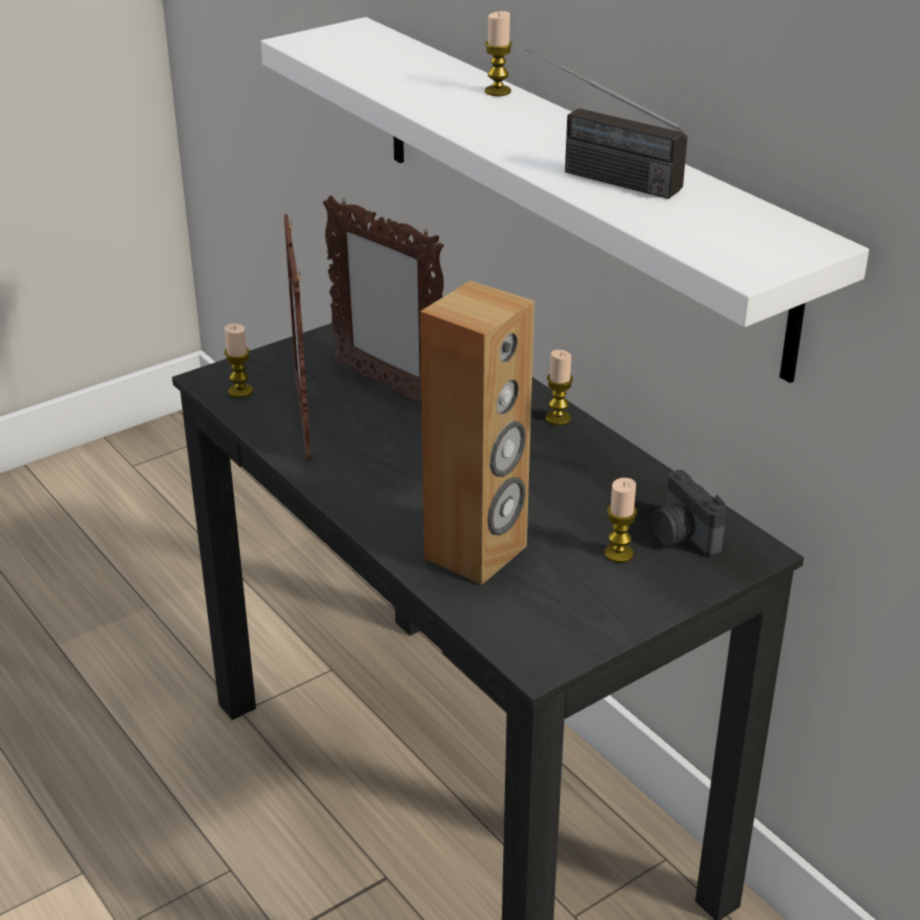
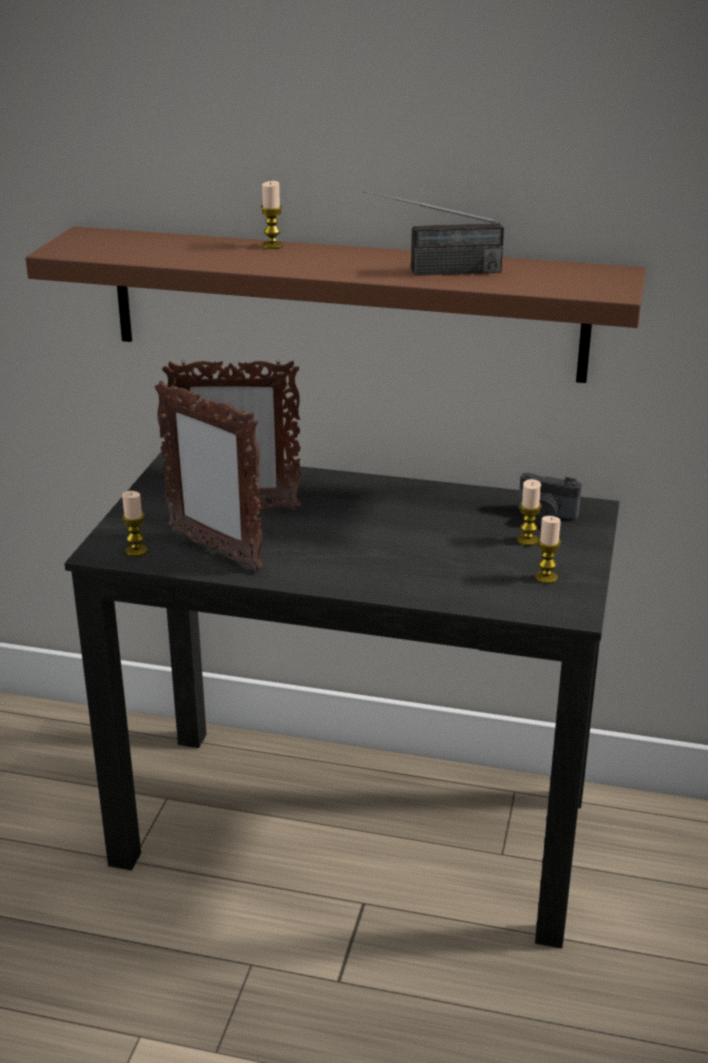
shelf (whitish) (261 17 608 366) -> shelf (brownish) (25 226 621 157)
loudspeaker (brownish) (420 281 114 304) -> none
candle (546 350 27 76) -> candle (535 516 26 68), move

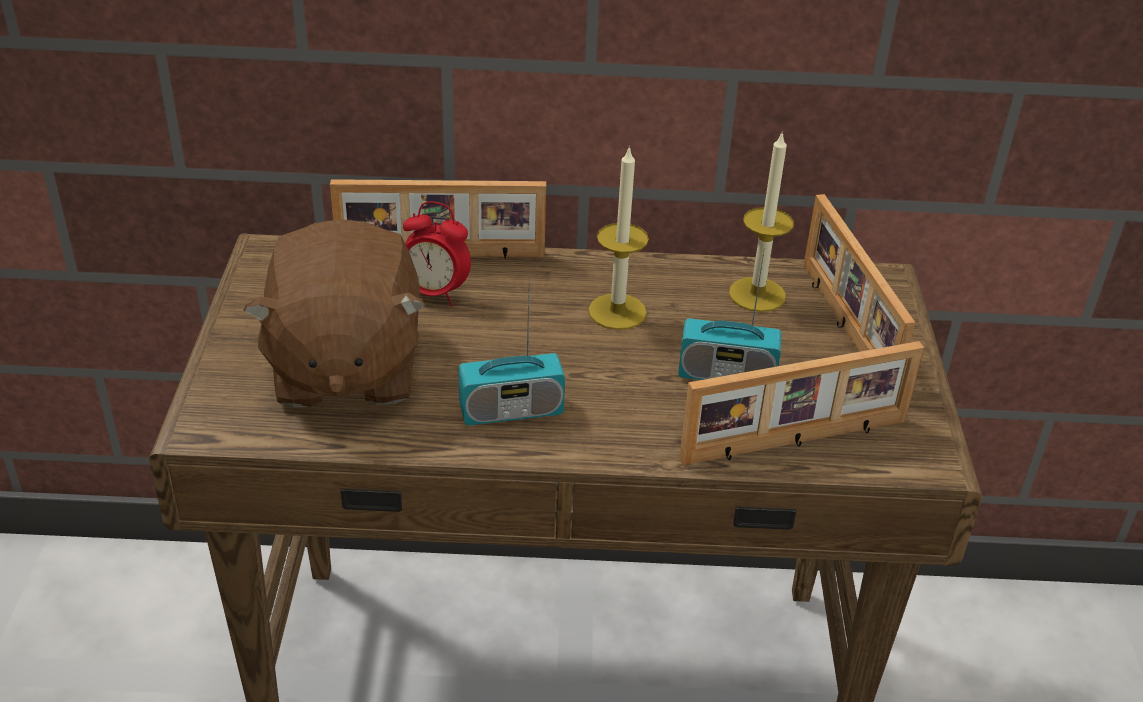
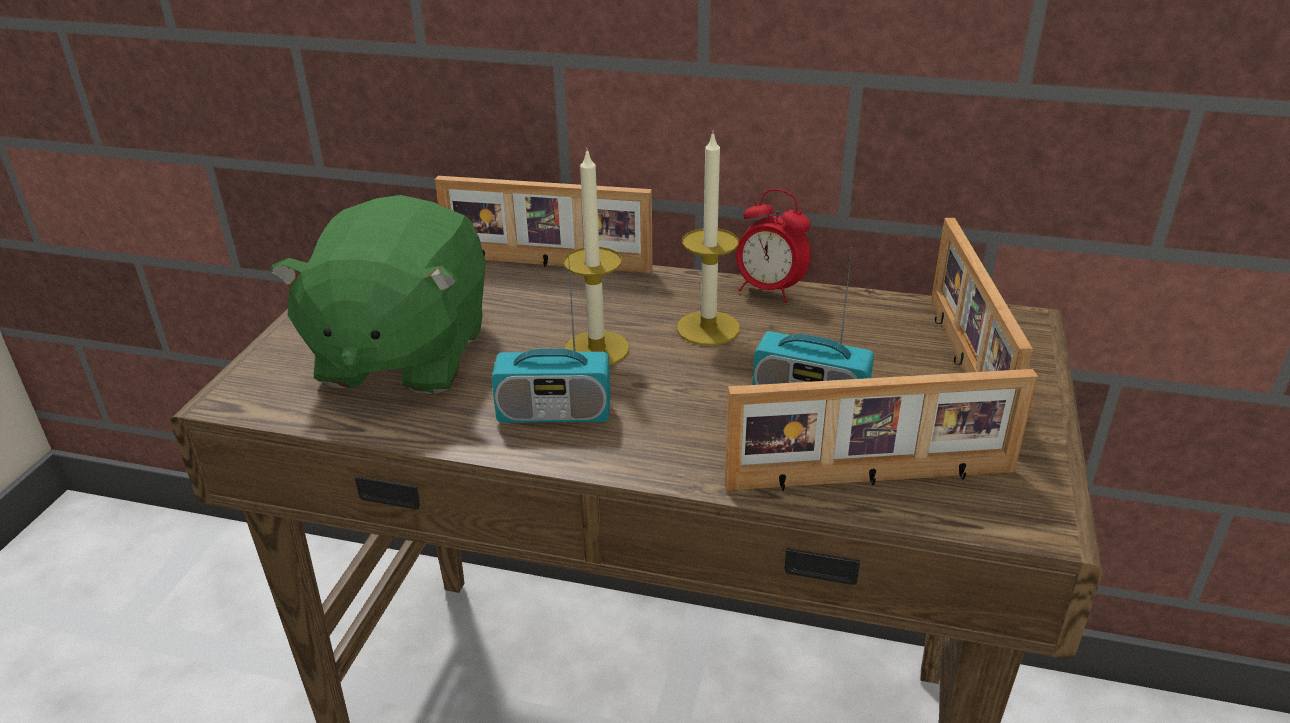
soft toy (brownish) (243 219 183 189) -> soft toy (green-coloured) (270 195 216 199)
table clock (403 201 68 106) -> table clock (736 189 75 114), move
candle (729 133 65 179) -> candle (563 148 66 218), move

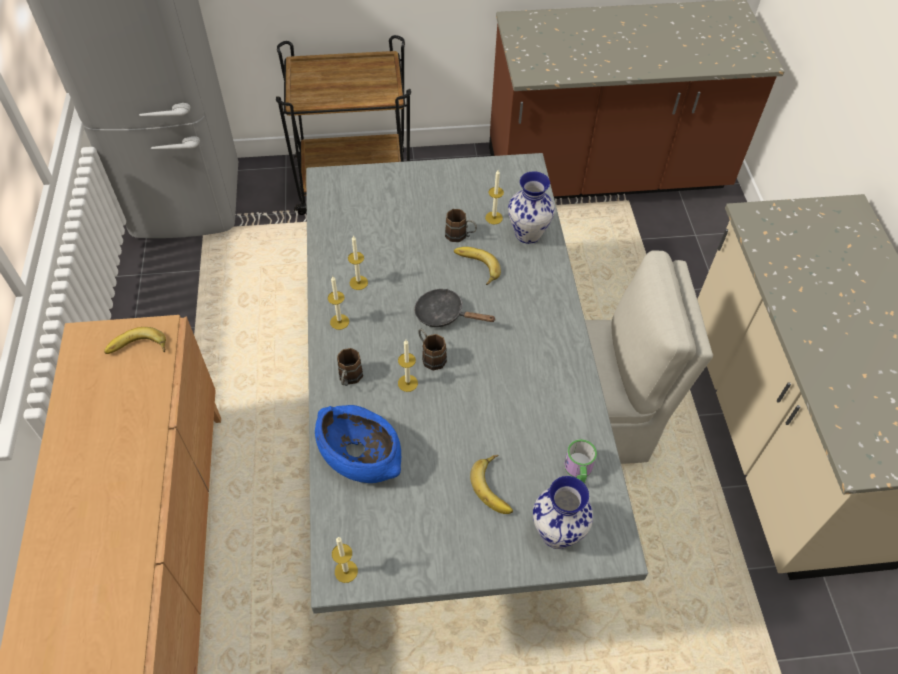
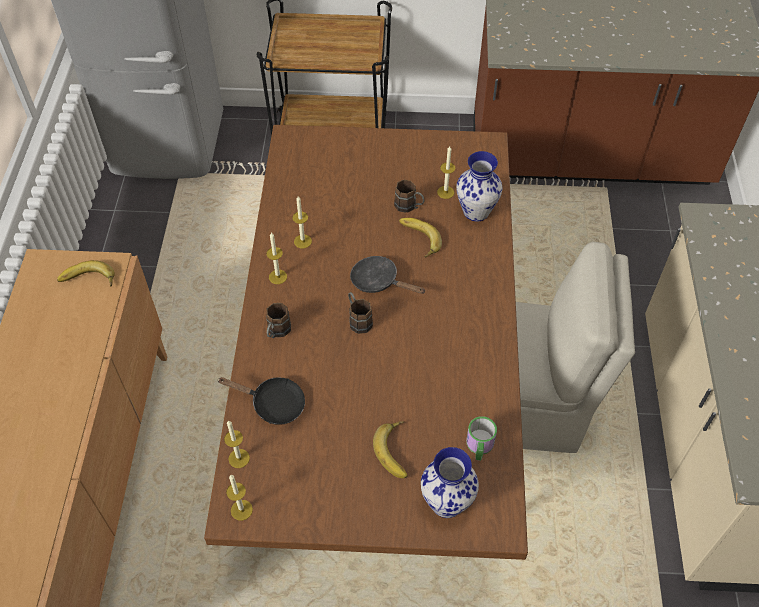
dinner table (gray) (306 153 342 461) -> dinner table (brownish) (204 125 324 435)
deep dish (bluish) (315 405 86 78) -> skillet (blackish) (217 377 88 48)
candle (398 340 20 52) -> candle (224 420 26 48), move

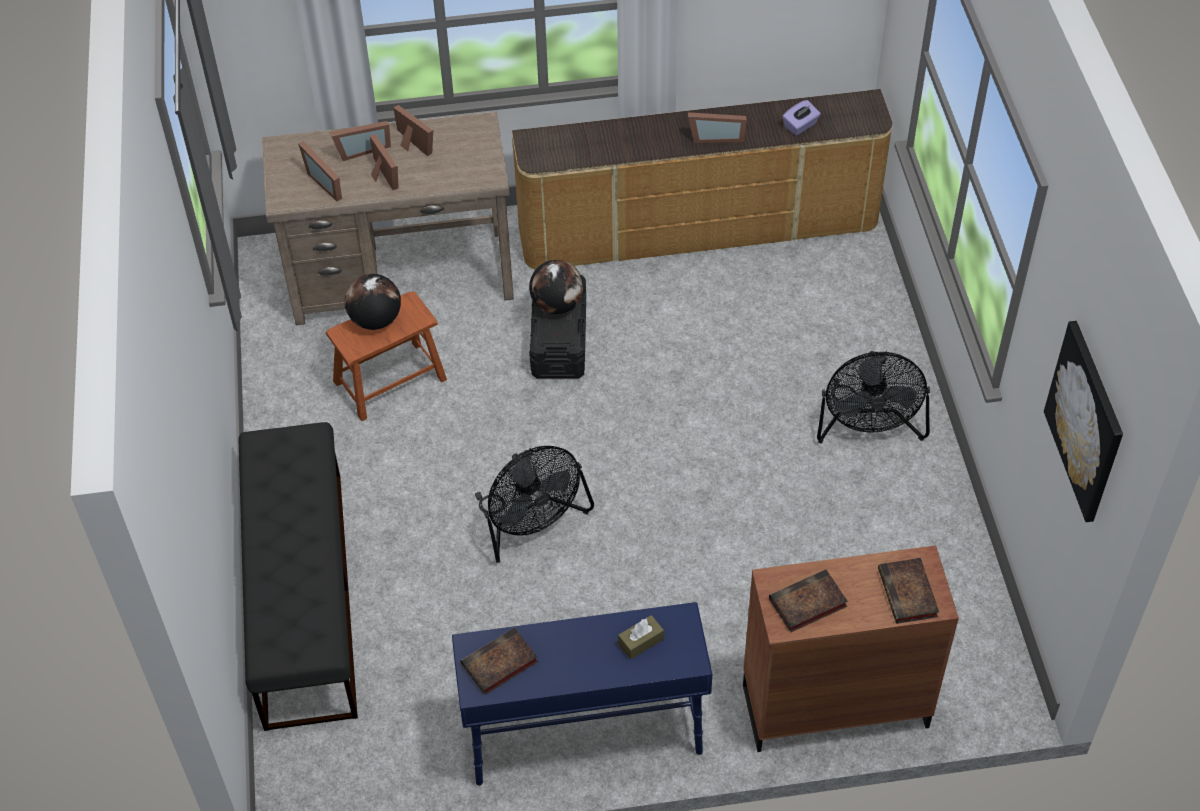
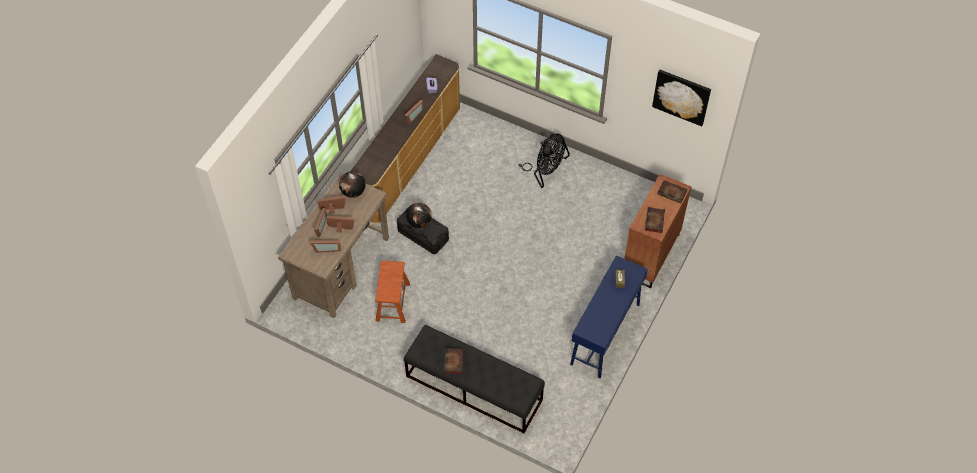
world globe (345 273 56 57) -> world globe (339 171 27 27), move
volume (461 627 77 68) -> volume (444 348 19 26), move
cooling fan (blackish) (475 446 119 117) -> none

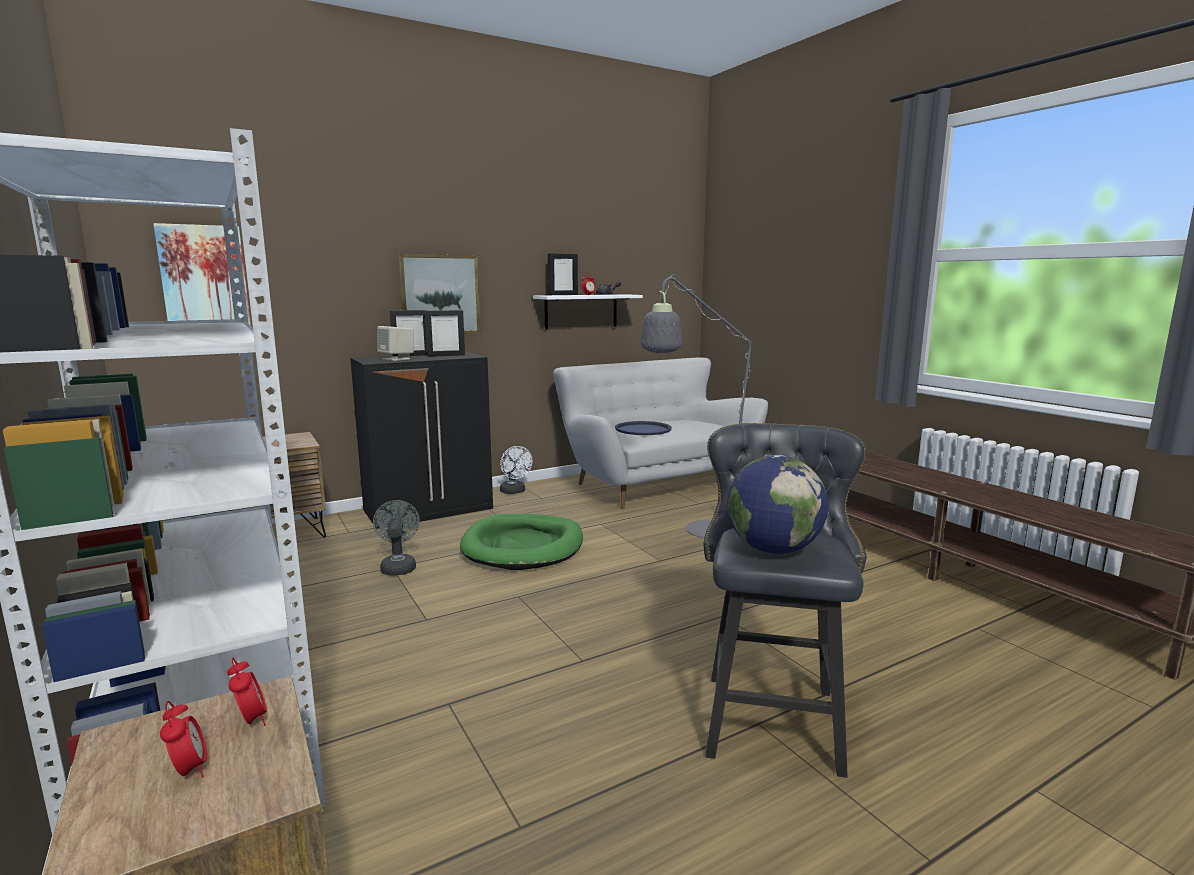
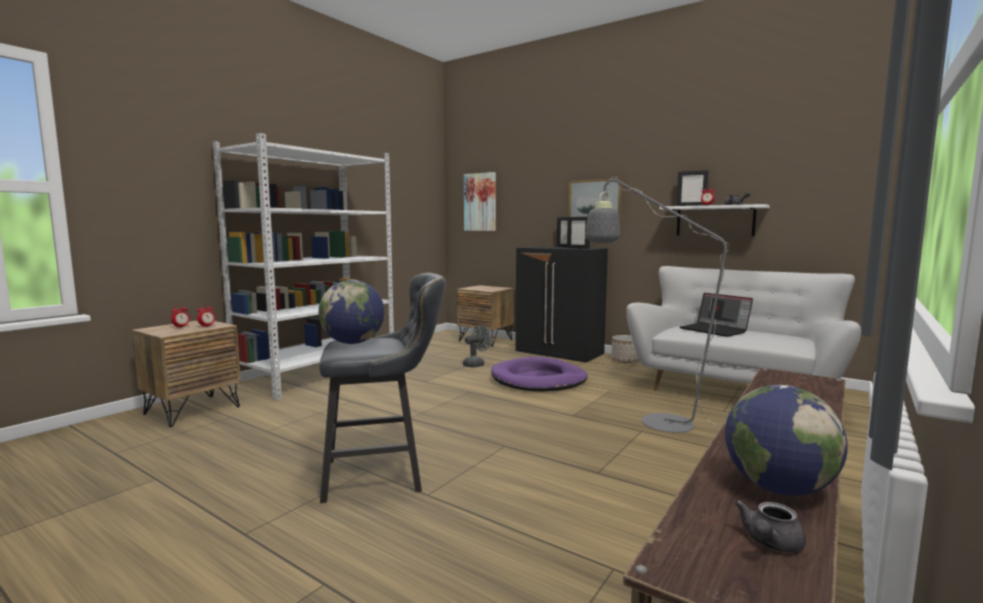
loudspeaker (beige-coloured) (377 326 37 35) -> none
pet bed (green-coloured) (460 514 123 56) -> pet bed (purplish) (491 357 97 34)
cooling fan (whitish) (500 446 32 48) -> flower pot (611 335 28 28)
serving tray (bluish) (615 421 57 14) -> portable computer (680 293 73 44)
none -> world globe (725 385 123 111)
none -> teapot (gray) (735 500 71 53)

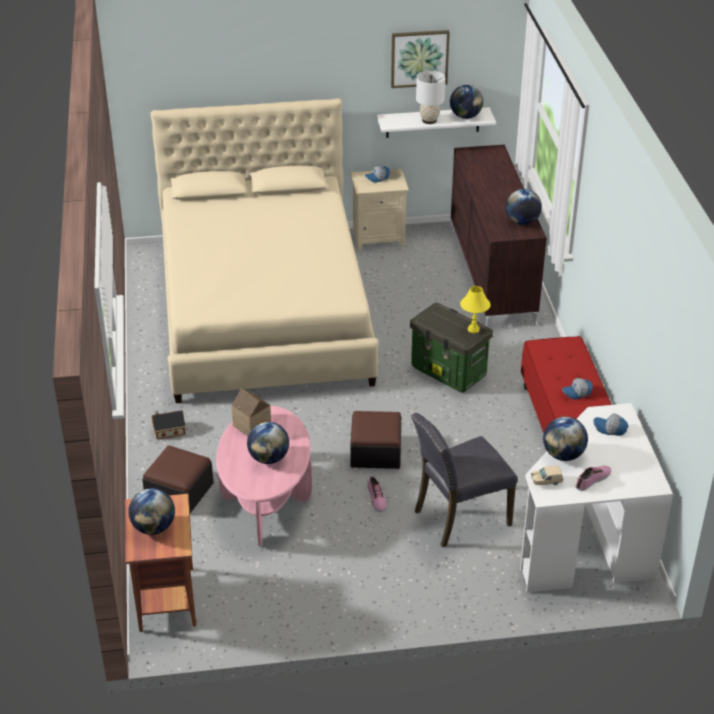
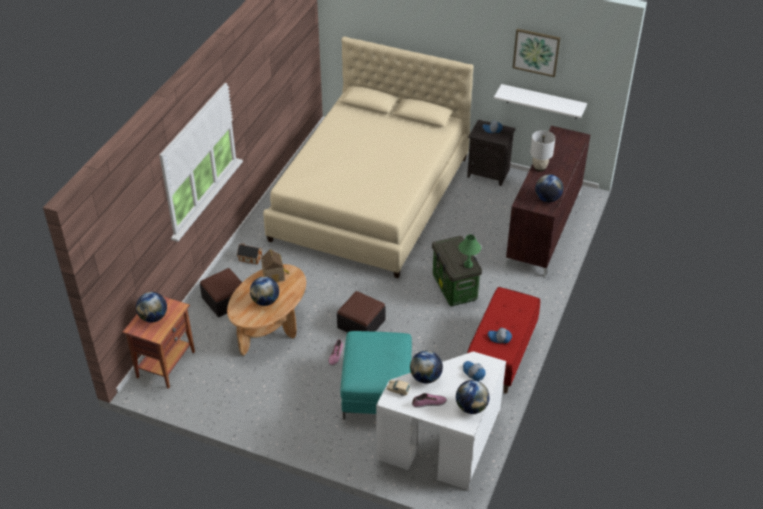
coffee table (pink-coloured) (216 406 96 140) -> coffee table (brownish) (227 264 79 92)
night table (beige-coloured) (351 169 58 82) -> night table (blackish) (467 119 49 67)
plain chair (gray) (411 413 107 134) -> footrest (blue-green) (340 331 72 89)
table lamp (whitish) (416 70 30 54) -> table lamp (whitish) (530 130 25 42), move
world globe (450 85 33 34) -> world globe (456 380 33 34), move
table lamp (yellow-coloured) (460 286 31 47) -> table lamp (green-coloured) (458 235 23 33)

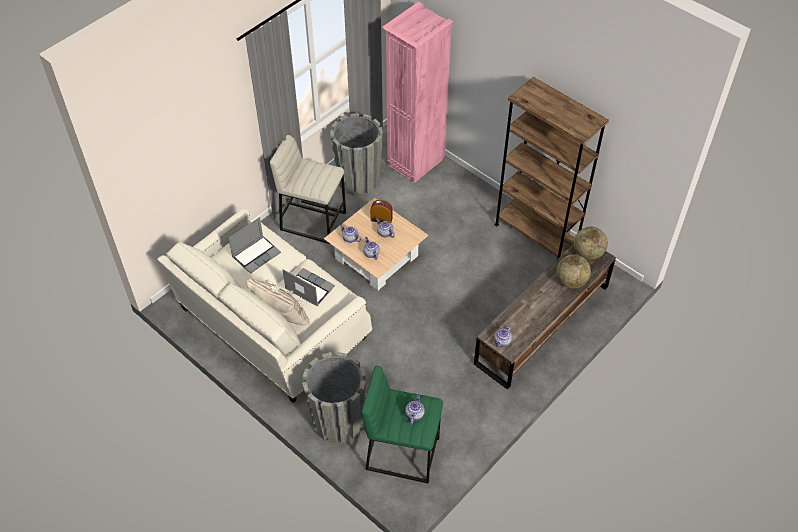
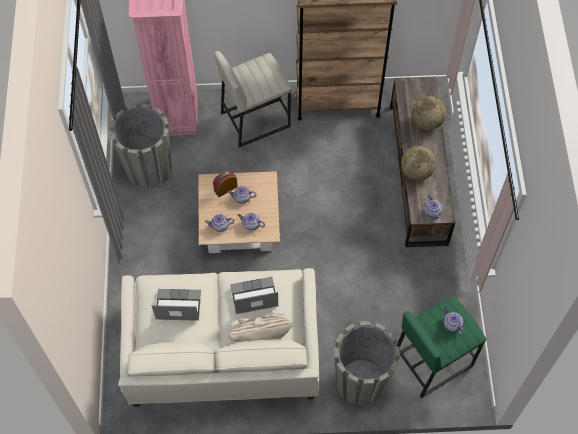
portable computer (228 217 53 57) -> portable computer (152 289 49 32), 90 degrees counterclockwise
stool (beige-coloured) (270 135 76 109) -> stool (beige-coloured) (214 51 77 96), move
world globe (574 227 34 33) -> world globe (401 146 35 35), move

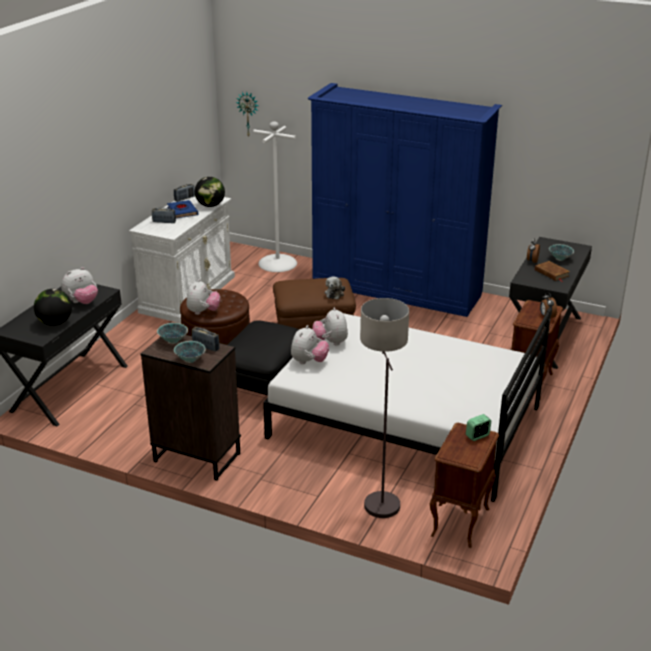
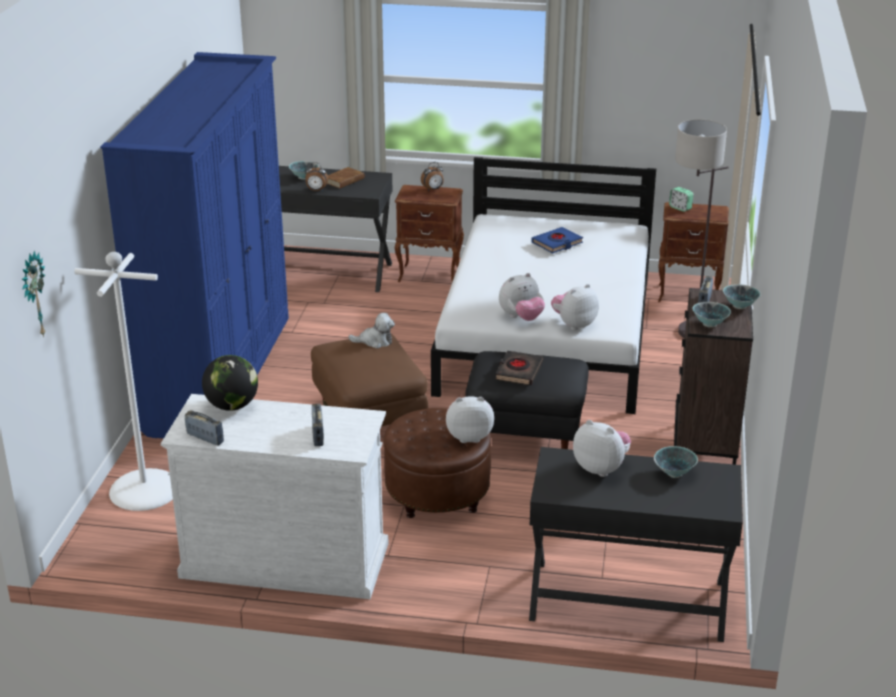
world globe (34 289 38 37) -> deep dish (654 446 44 32)
volume (bluish) (167 200 31 18) -> volume (bluish) (531 227 52 26), move
soft toy (291 325 38 39) -> soft toy (551 284 48 46), 45 degrees counterclockwise
none -> volume (blackish) (495 351 48 34)

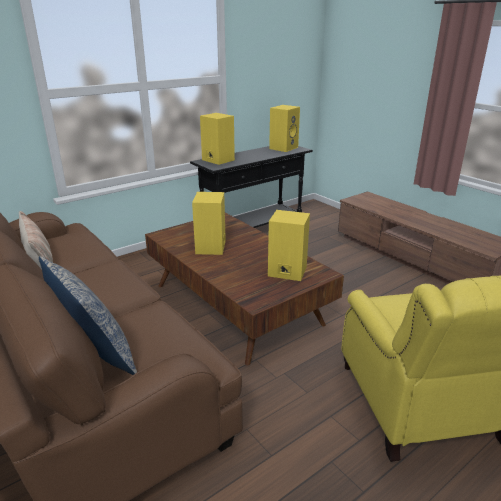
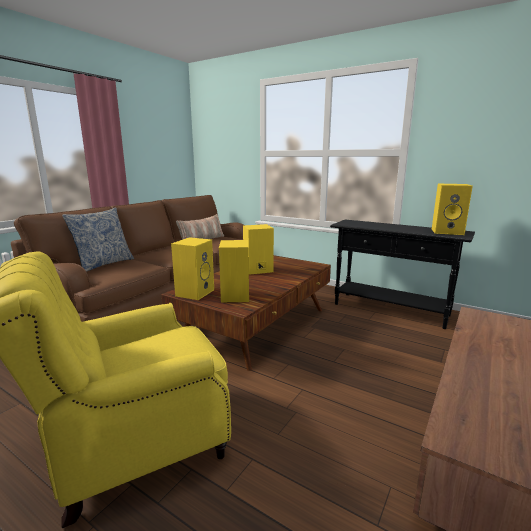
loudspeaker (yellow-coloured) (200 113 35 52) -> loudspeaker (yellow-coloured) (171 237 43 63), move

